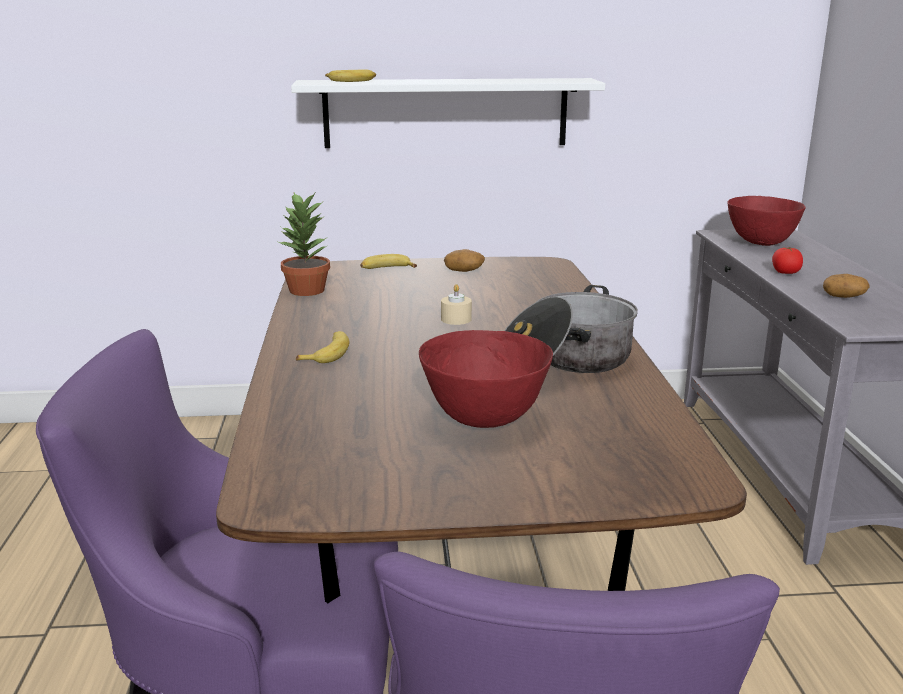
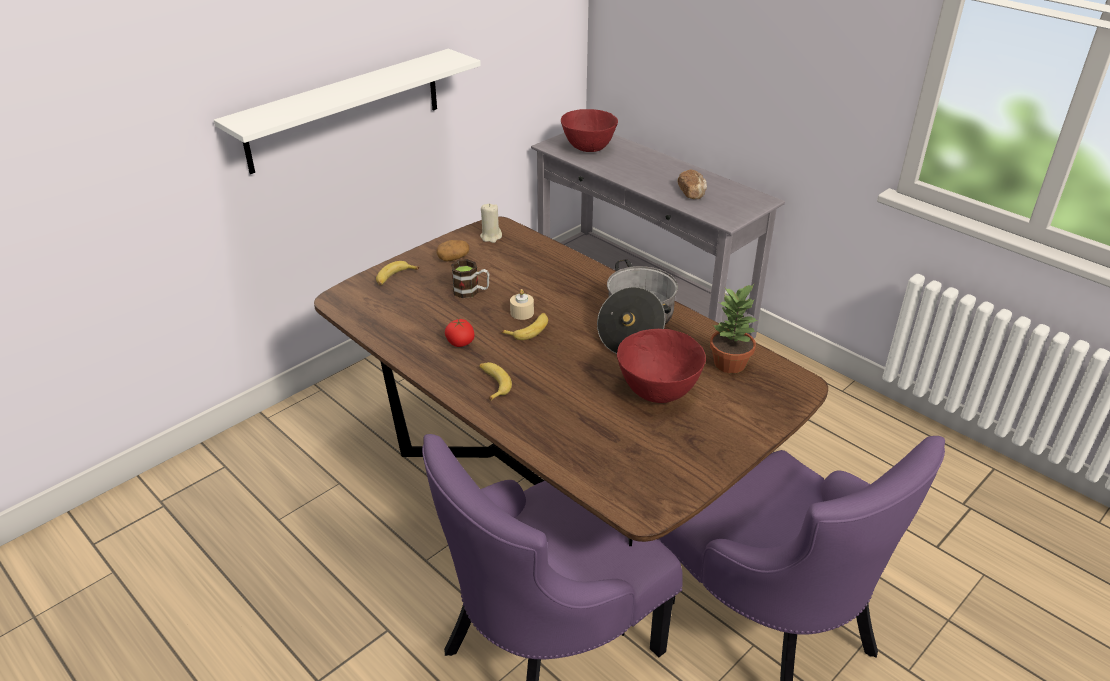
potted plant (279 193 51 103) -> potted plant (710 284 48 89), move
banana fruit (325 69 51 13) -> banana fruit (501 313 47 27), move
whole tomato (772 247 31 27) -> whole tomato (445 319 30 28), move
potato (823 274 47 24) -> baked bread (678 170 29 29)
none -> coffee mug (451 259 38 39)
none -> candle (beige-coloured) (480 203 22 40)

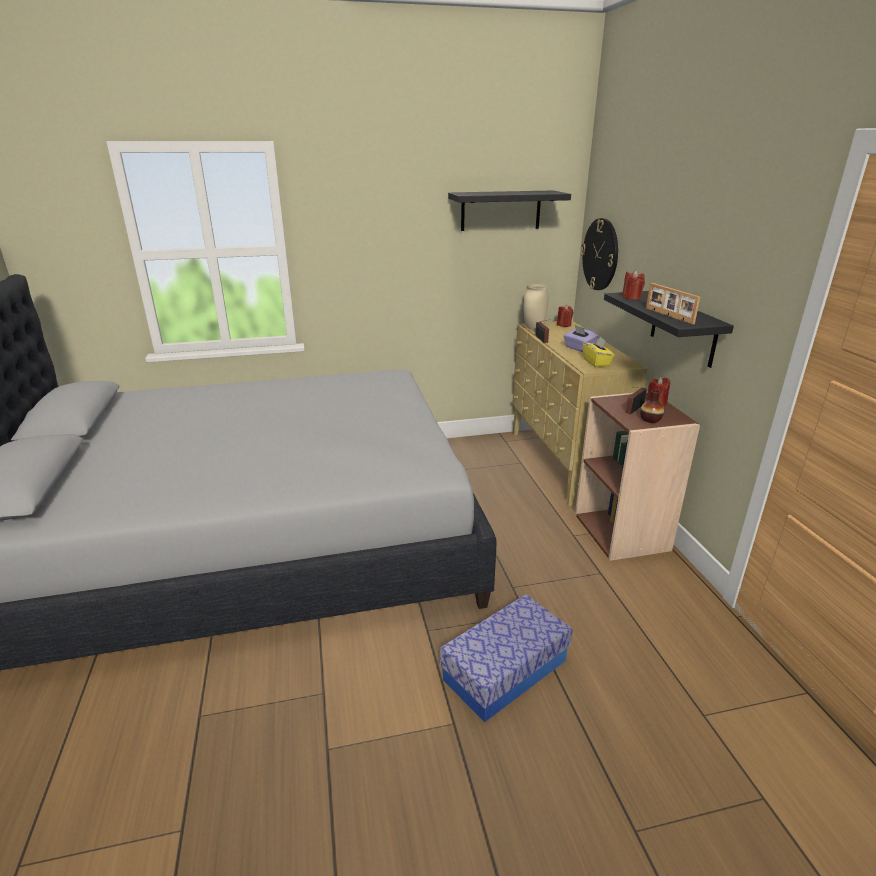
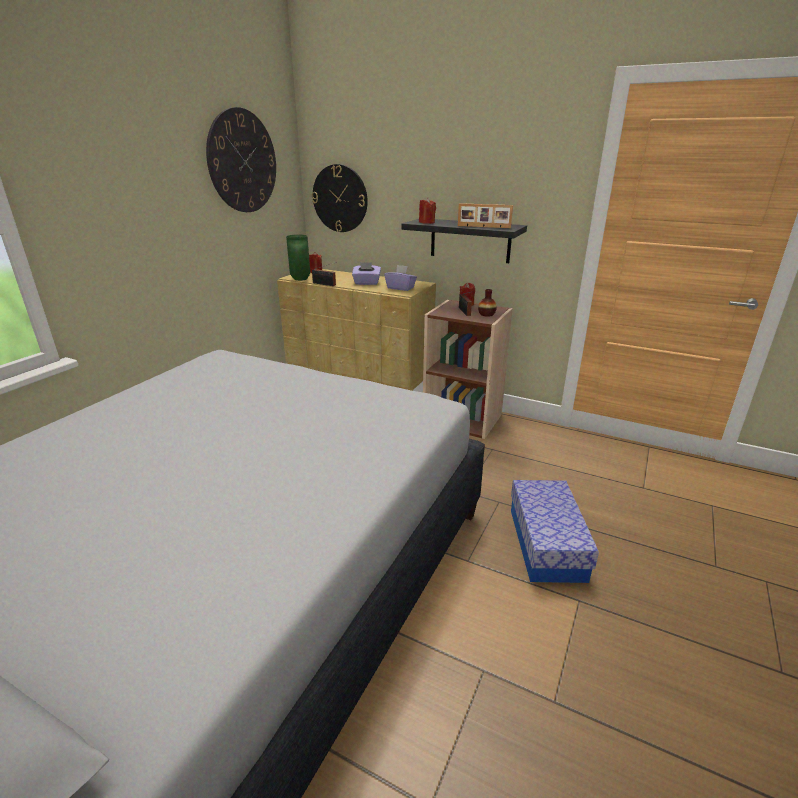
shelf (blackish) (448 191 123 40) -> hanging clock (206 107 70 105)
flower vase (beige-coloured) (524 284 25 47) -> flower vase (green-coloured) (286 235 24 46)
tissue box (yellow-coloured) (583 337 32 30) -> tissue box (purplish) (384 265 33 26)

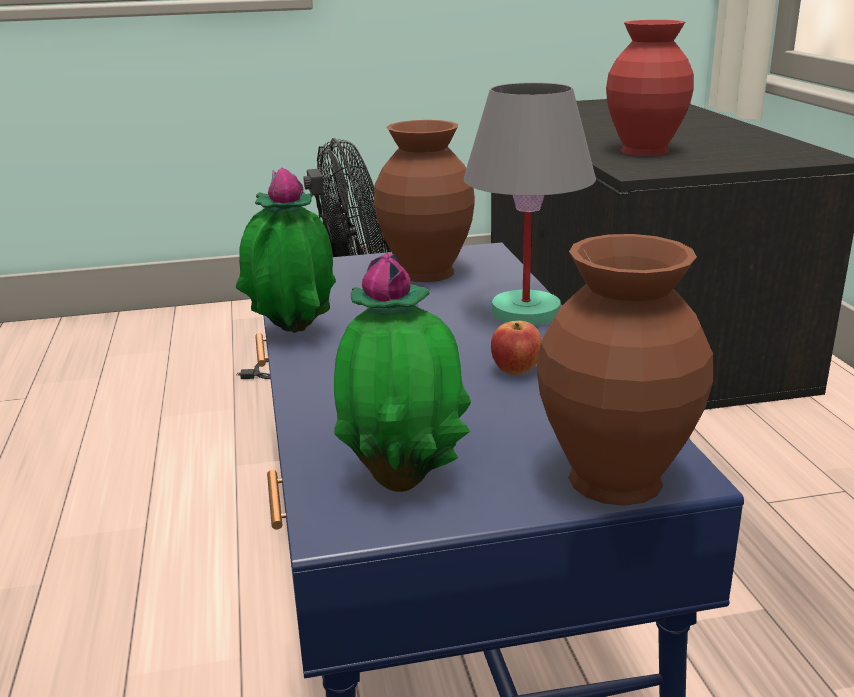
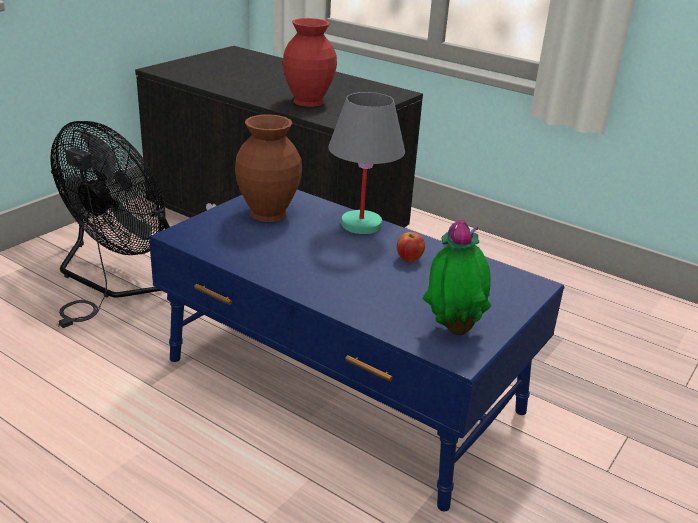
potted plant (236 168 100 165) -> none
flower vase (brownish) (537 234 176 272) -> none

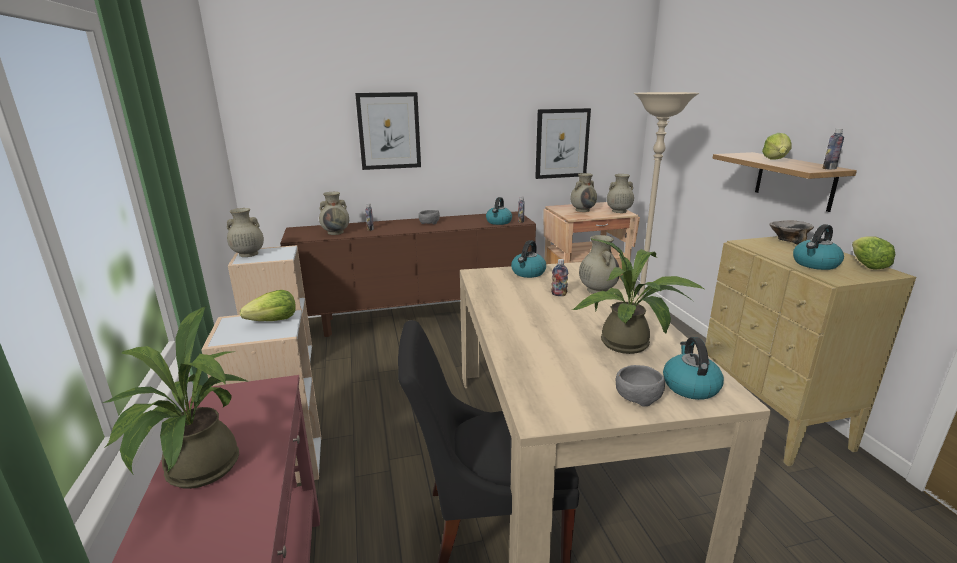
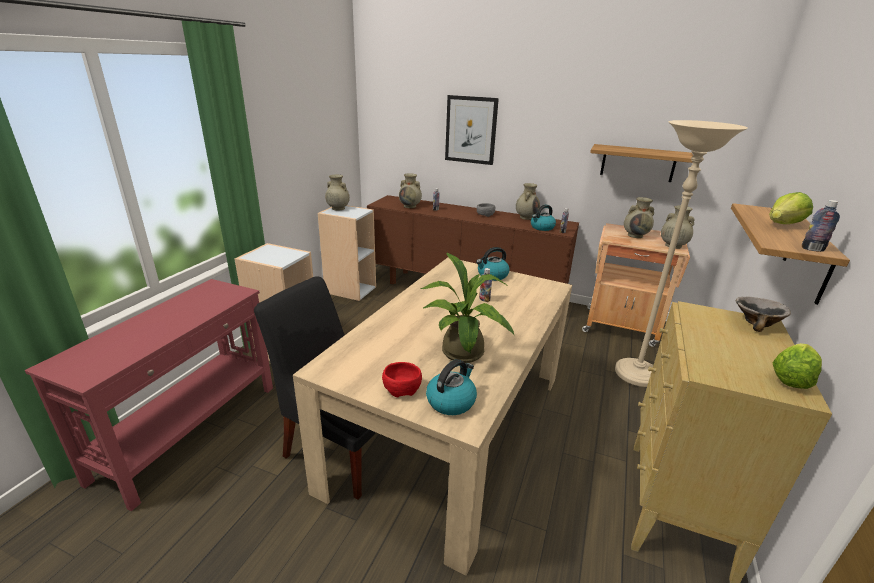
potted plant (102 306 146 183) -> none
lettuce head (240 290 56 31) -> none
wall art (535 108 56 71) -> shelf (590 144 103 38)
flower vase (beige-coloured) (579 235 40 59) -> flower vase (beige-coloured) (516 183 24 37), move
deep dish (gray) (616 365 49 41) -> deep dish (red) (382 362 40 35)
tea kettle (793 224 51 46) -> none

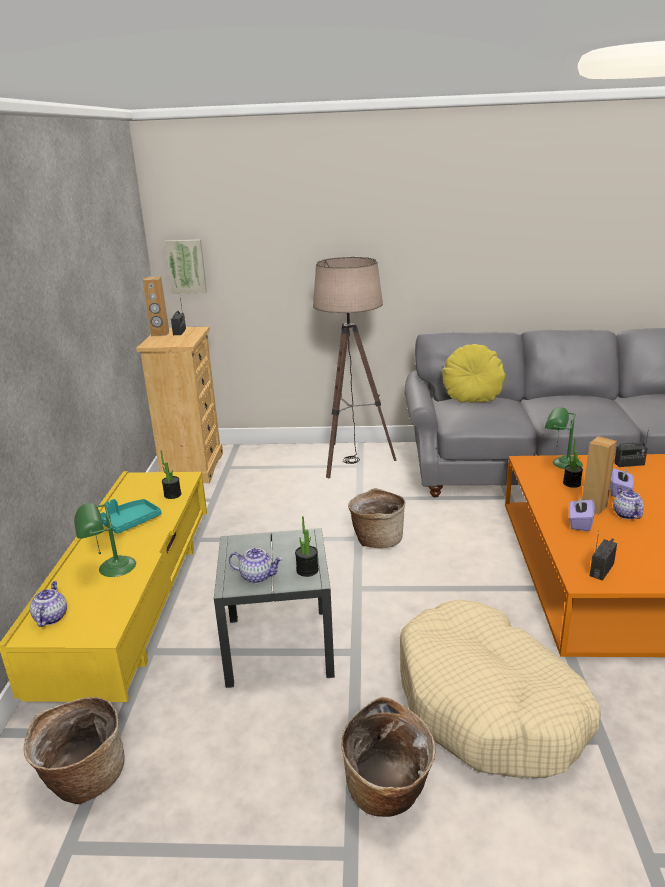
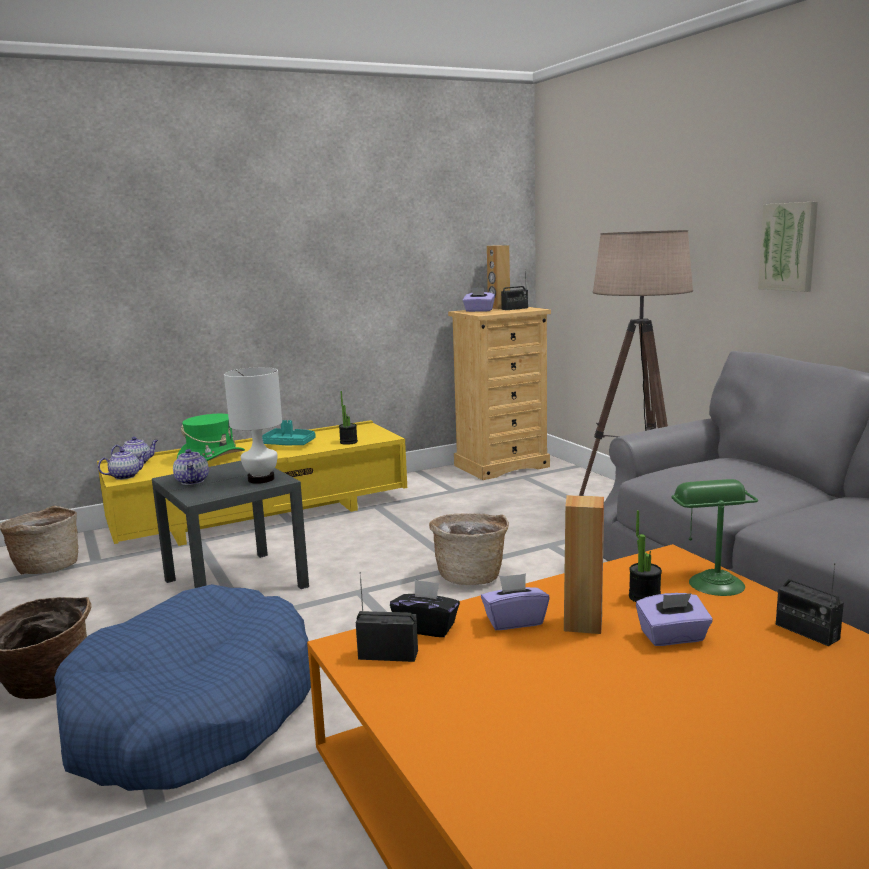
table lamp (green-coloured) (74 503 62 74) -> clothing hat (green-coloured) (177 414 68 47)
wall art (165 239 42 55) -> wall art (758 201 60 91), move
potted plant (295 516 24 61) -> none
pet bed (beige-coloured) (400 599 201 179) -> pet bed (bluish) (54 584 257 207)
pillow (yellow-coloured) (443 344 63 59) -> none
teapot (613 486 31 33) -> teapot (98 449 49 31), move
none -> table lamp (whitish) (224 367 58 117)
none -> tissue box (blackish) (390 579 70 58)
none -> tissue box (purplish) (463 288 32 24)

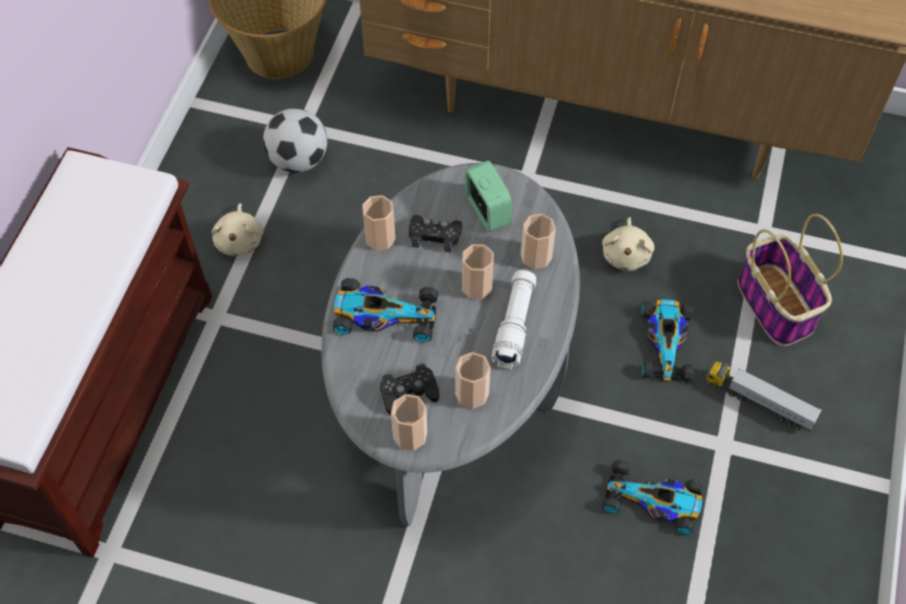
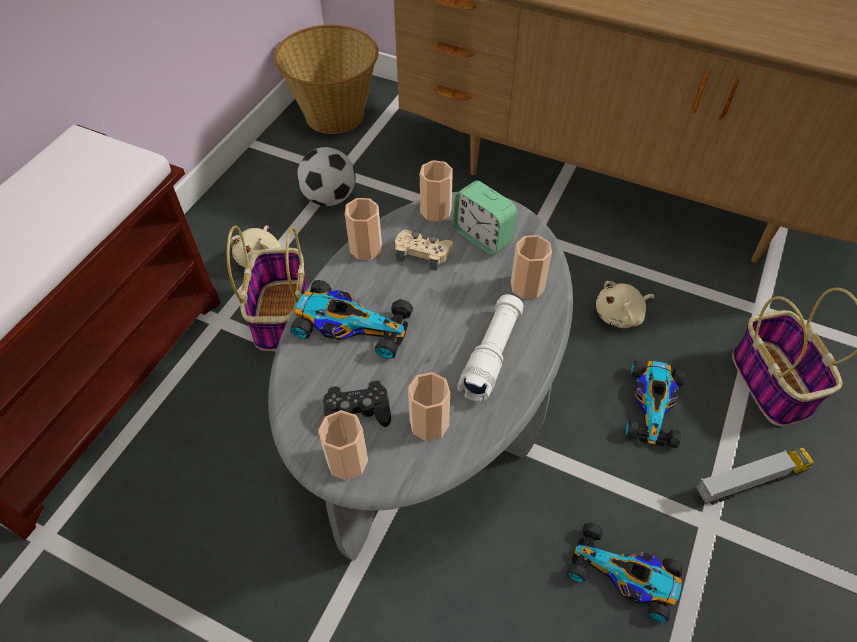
game controller (blackish) (409 215 53 38) -> game controller (beige-coloured) (395 230 58 41)
drinking cup (462 244 32 55) -> drinking cup (420 160 33 62), move
table clock (465 160 47 72) -> table clock (453 181 64 74), 150 degrees clockwise
soft toy (beige-coloured) (602 217 52 54) -> soft toy (beige-coloured) (596 281 58 47), 45 degrees clockwise
model truck (705 362 117 69) -> model truck (695 447 119 58), 120 degrees clockwise
none -> household basket (227 226 81 125)

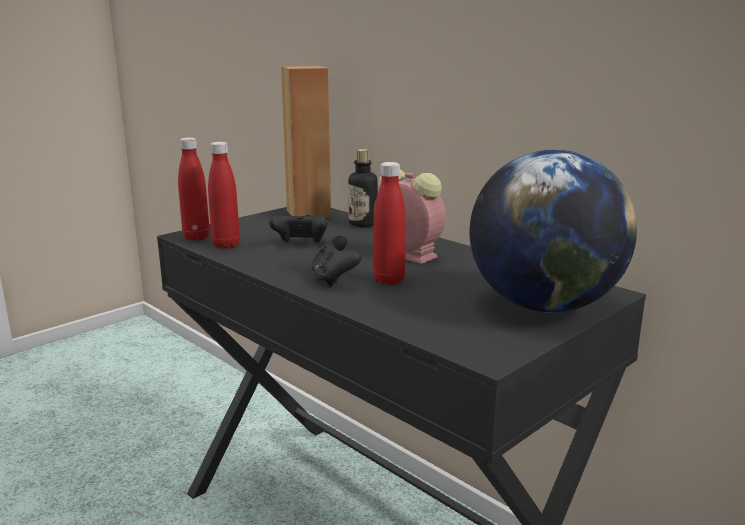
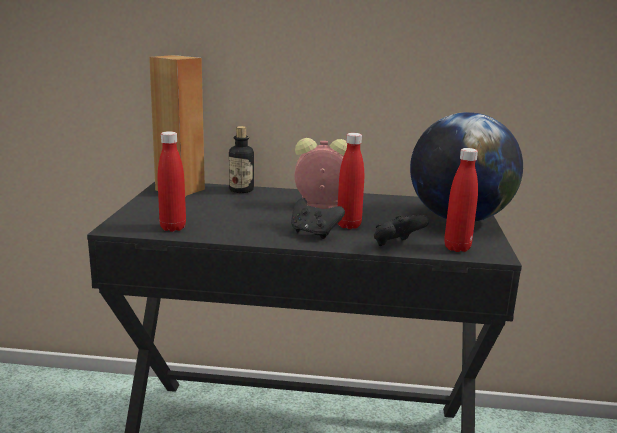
bottle (red) (178 137 32 104) -> bottle (red) (444 148 34 104), move
game controller (blackish) (269 215 59 28) -> game controller (blackish) (374 215 55 31), move

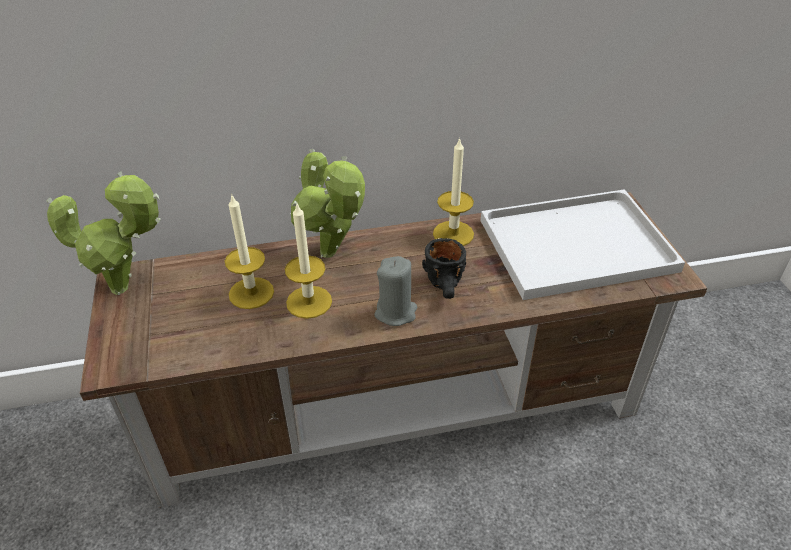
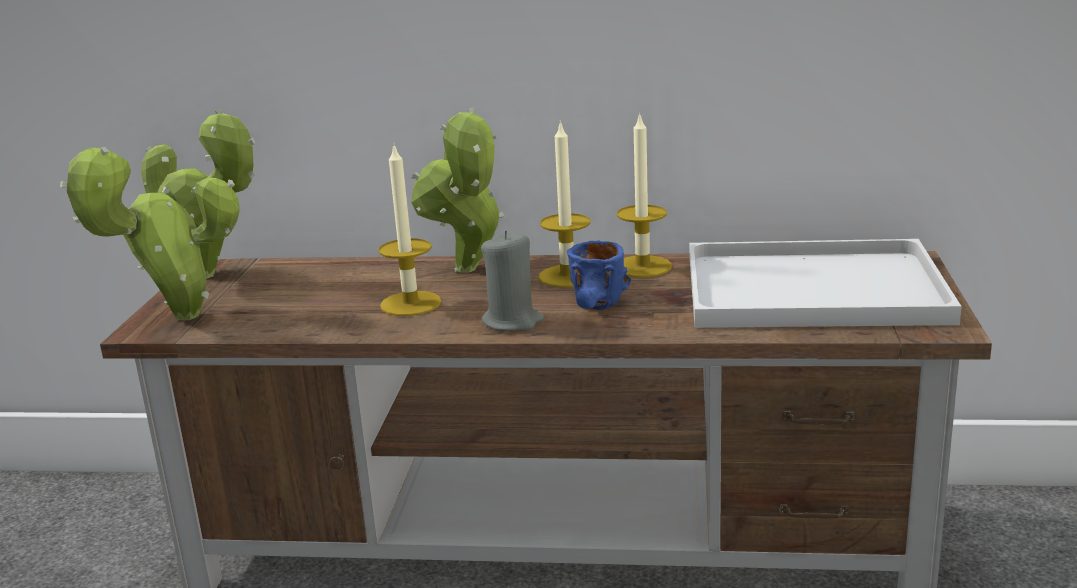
candle (225 193 49 116) -> candle (539 120 51 167), move
coffee mug (blackish) (422 238 44 61) -> coffee mug (bluish) (567 240 64 70)
none -> potted plant (60 147 180 174)

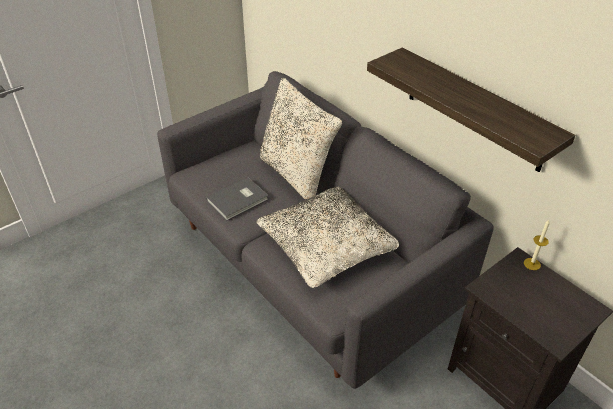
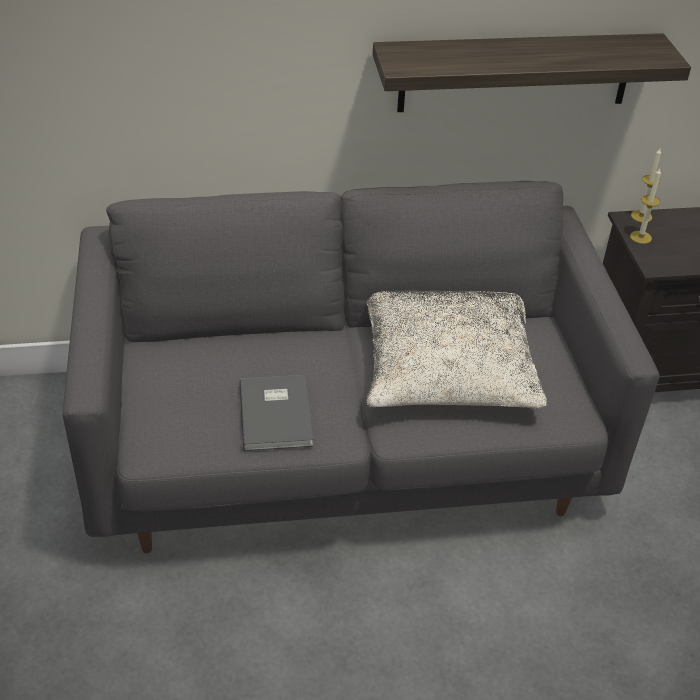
pillow (beige-coloured) (260 78 82 122) -> none
none -> candle (630 169 31 75)

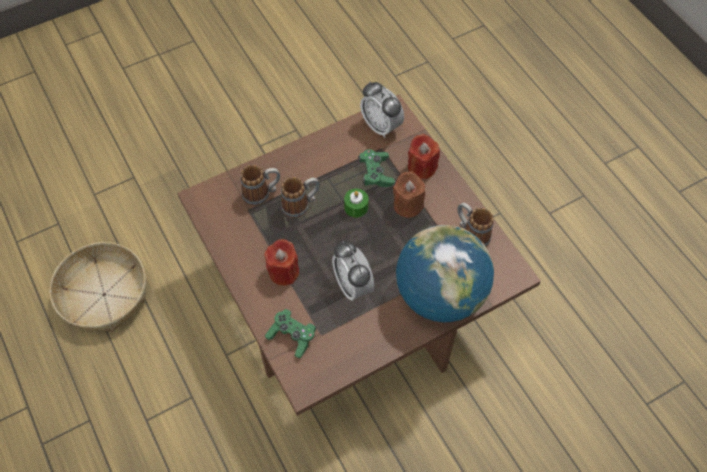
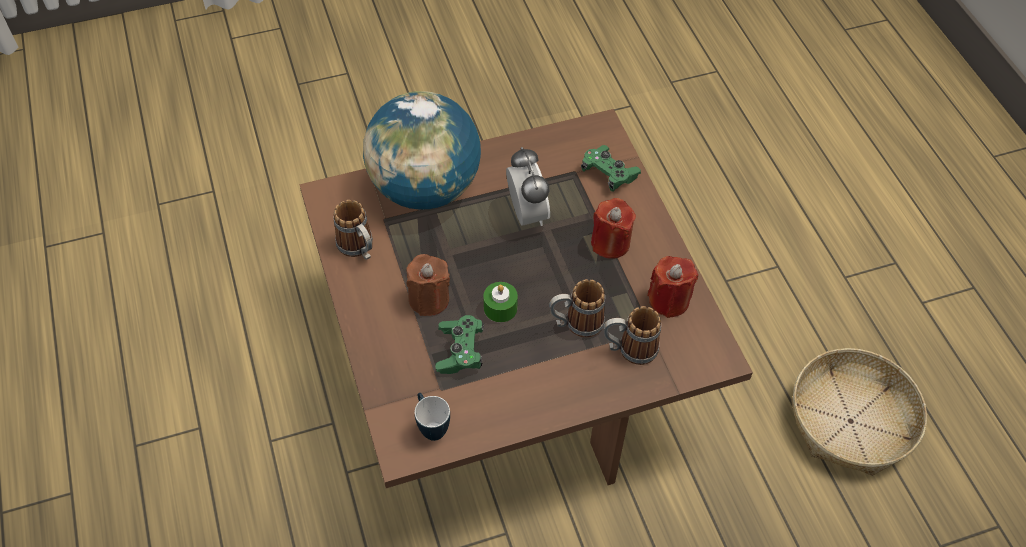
table clock (360 81 44 57) -> coffee mug (415 393 35 48)
candle (red) (408 134 32 45) -> candle (red) (647 256 51 62), move

